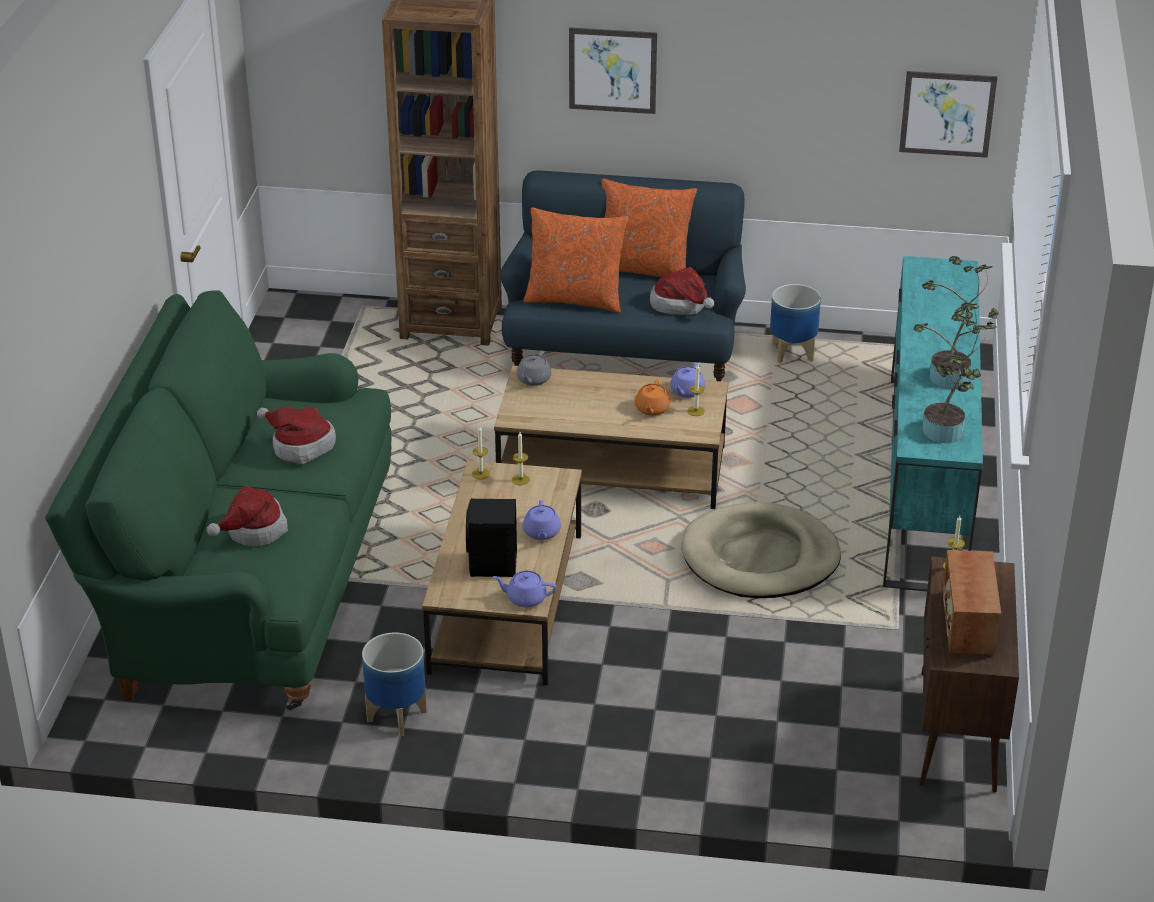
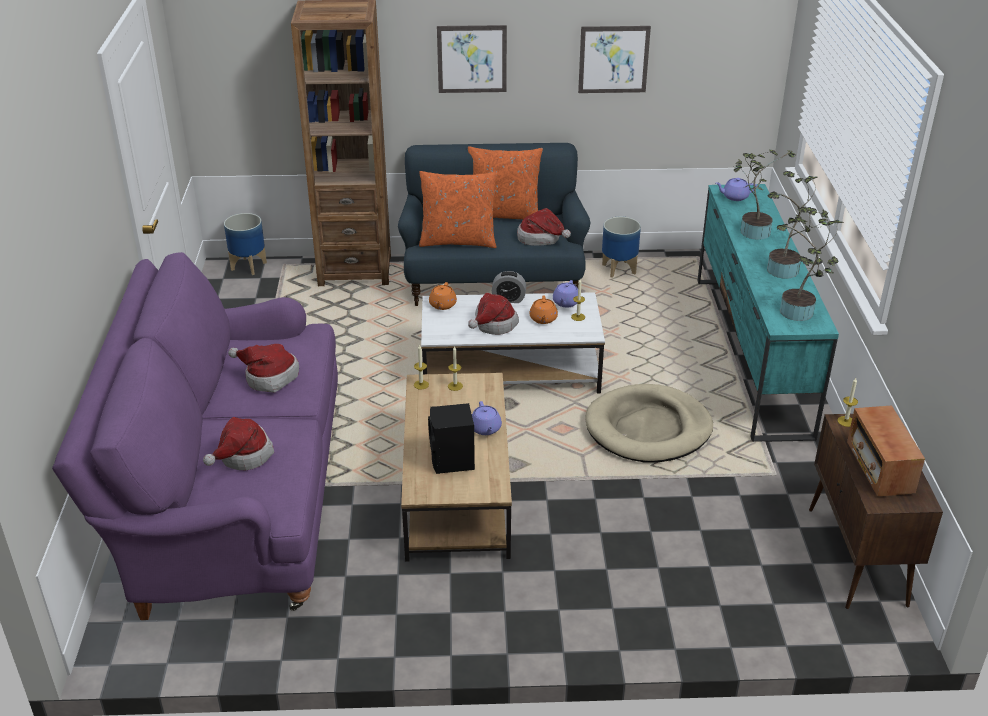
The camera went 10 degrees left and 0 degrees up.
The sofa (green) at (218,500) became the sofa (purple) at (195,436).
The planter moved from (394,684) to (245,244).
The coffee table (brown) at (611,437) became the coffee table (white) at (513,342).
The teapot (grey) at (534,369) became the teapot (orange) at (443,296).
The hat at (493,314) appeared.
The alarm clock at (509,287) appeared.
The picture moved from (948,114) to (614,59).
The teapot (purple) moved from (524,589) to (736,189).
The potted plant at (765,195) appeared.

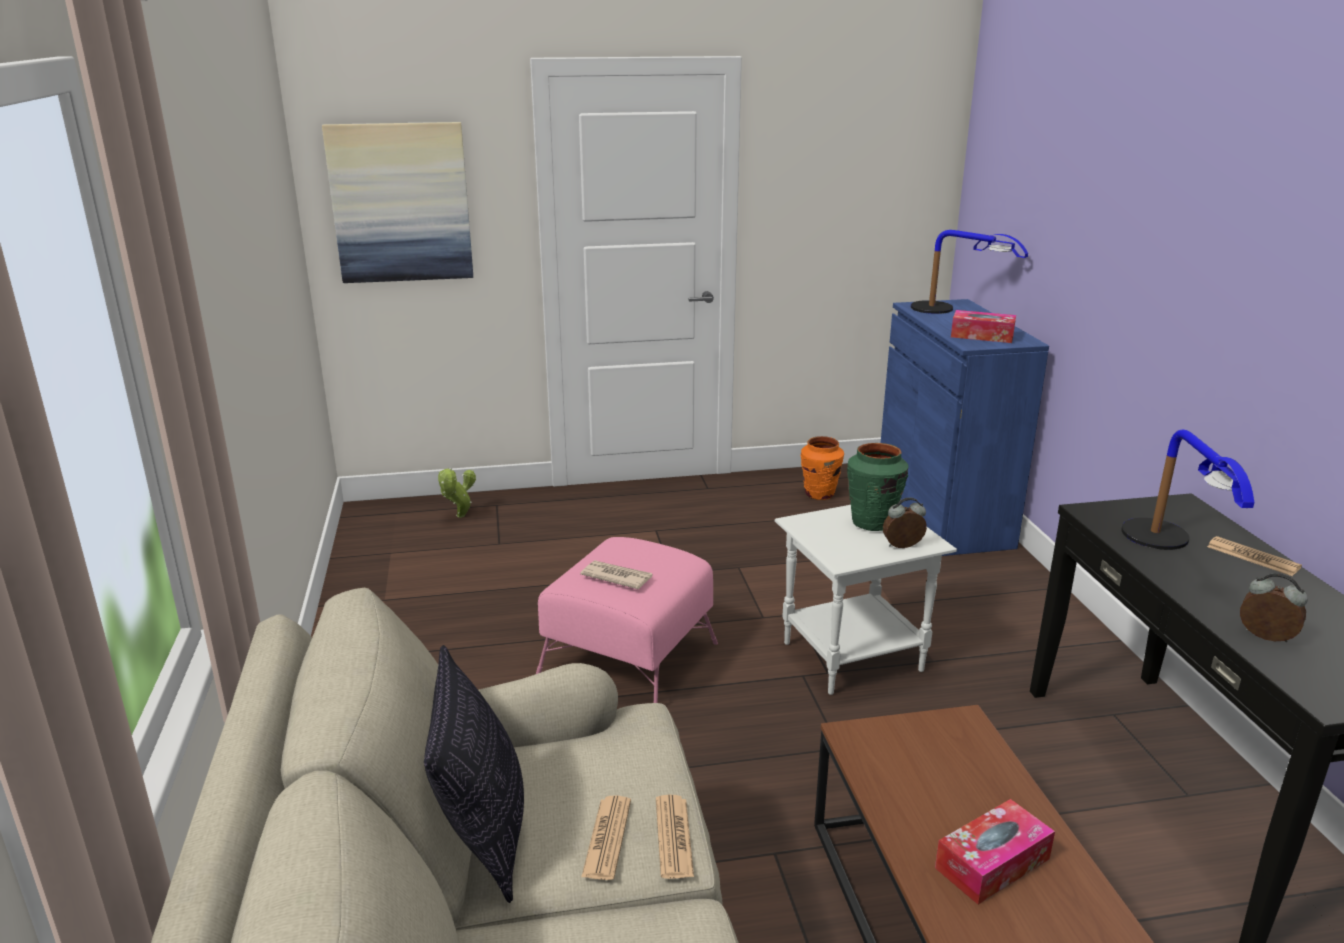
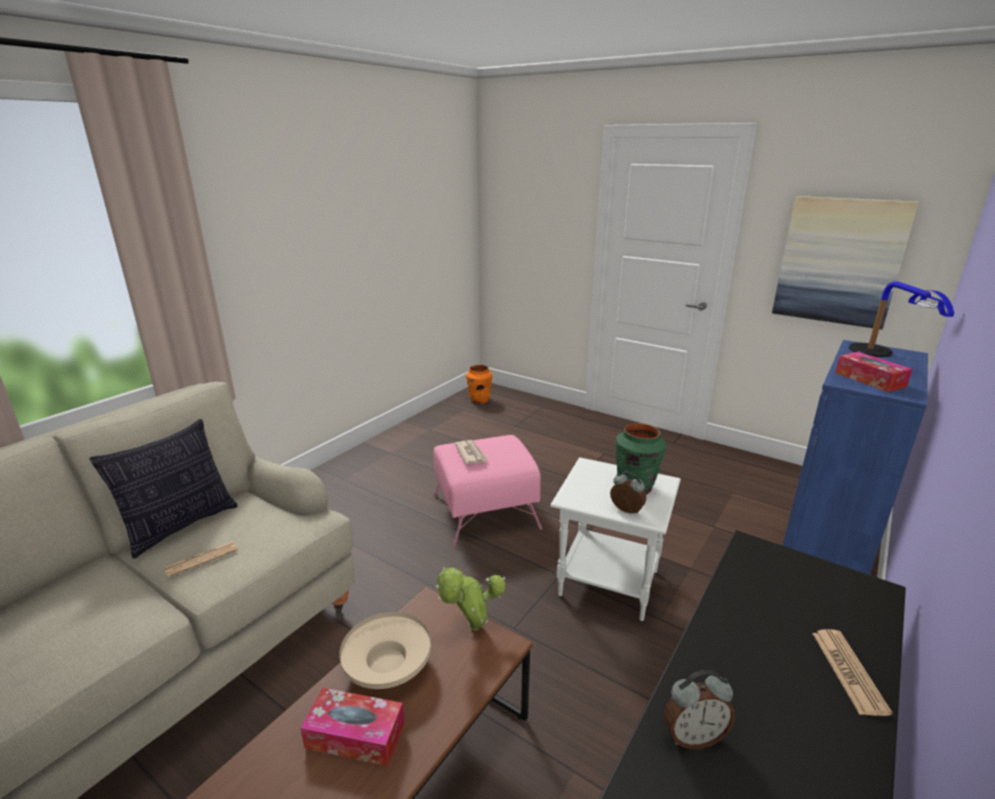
The camera went 45 degrees right and 0 degrees up.
The bowl (beige) at (385,650) appeared.
The potted plant moved from (457,493) to (470,598).
The vase (orange) moved from (822,468) to (479,384).
The alarm clock at (1274,607) turned 90 degrees clockwise.
The picture moved from (397,202) to (845,262).
The newspaper at (675,837) disappeared.
The table lamp at (1187,490) disappeared.

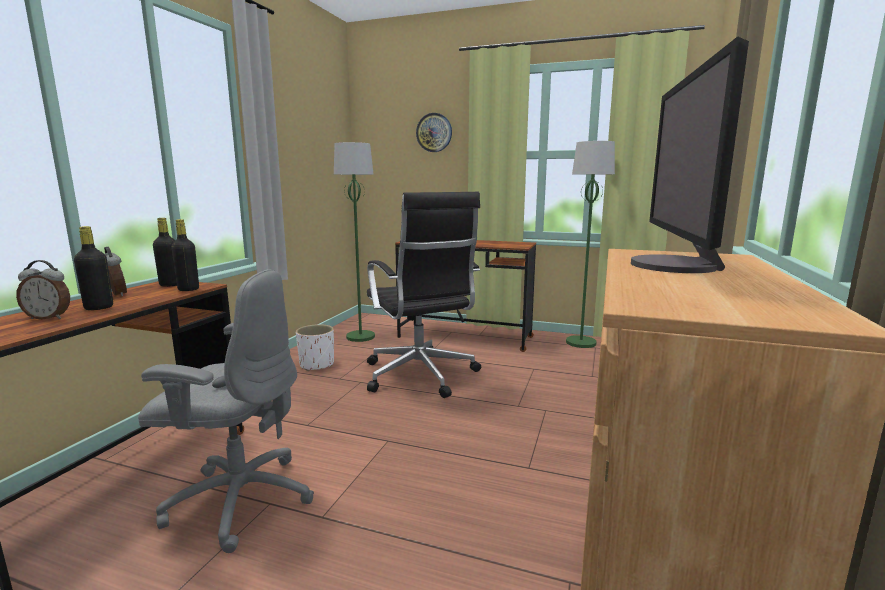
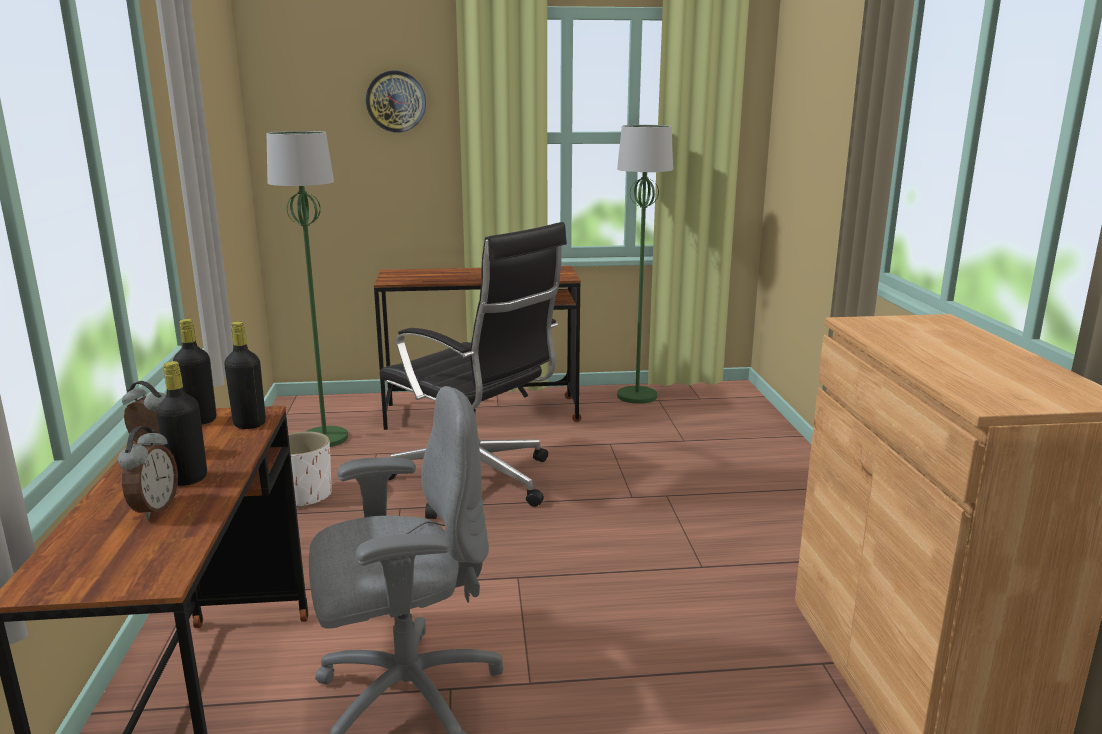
The camera went 25 degrees left and 5 degrees up.
The alarm clock at (43,290) turned 60 degrees counterclockwise.
The monitor at (690,154) disappeared.

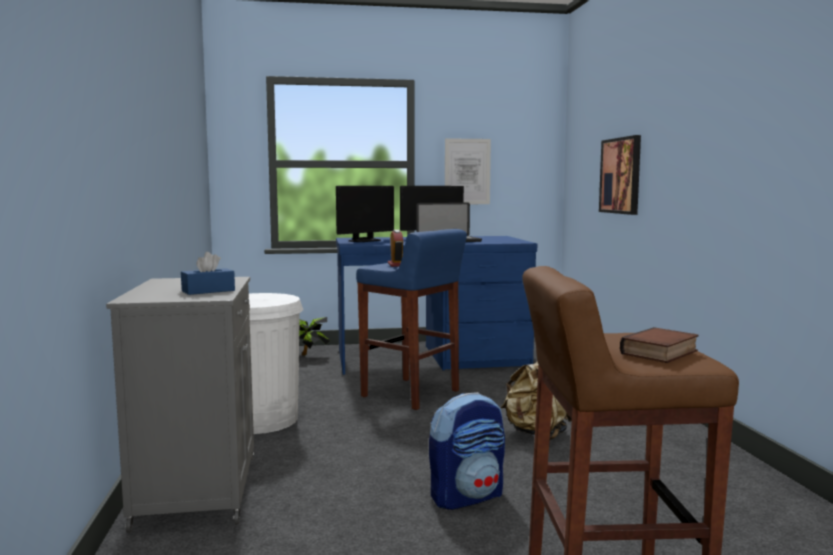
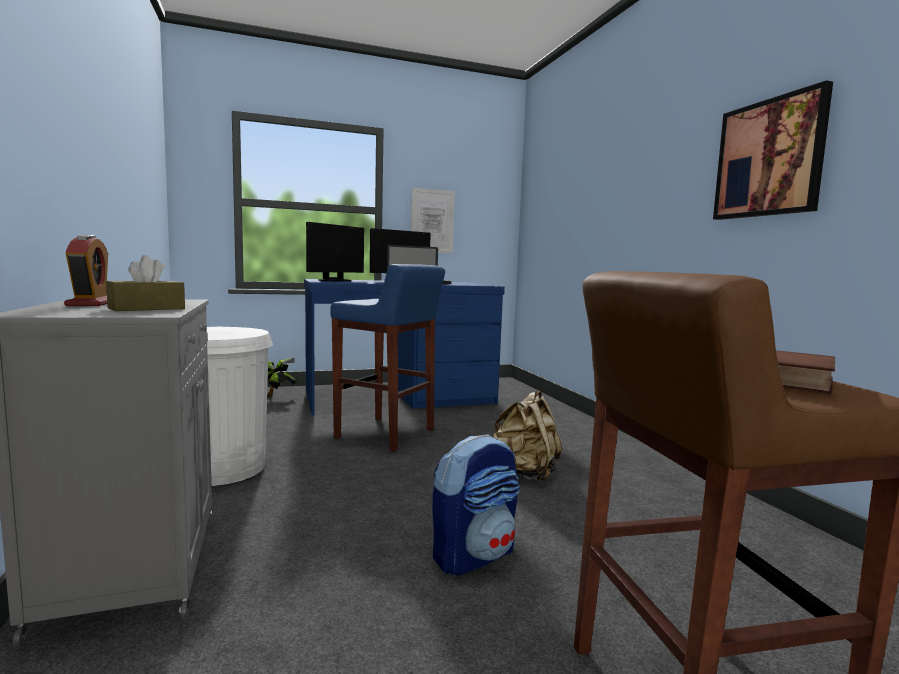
The camera went 10 degrees left and 0 degrees up.
The alarm clock moved from (395,248) to (86,270).
The tissue box (blue) at (208,273) became the tissue box (brown) at (145,283).
The picture moved from (620,175) to (773,150).

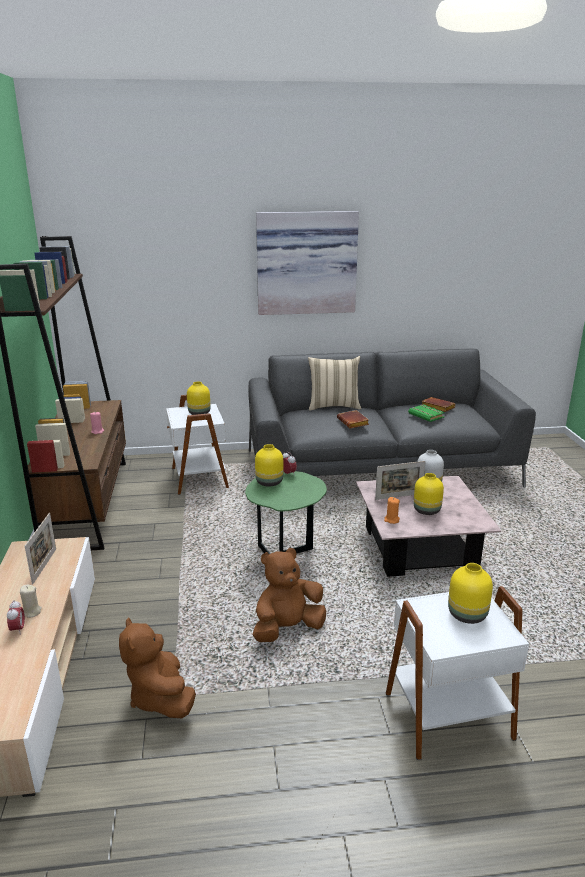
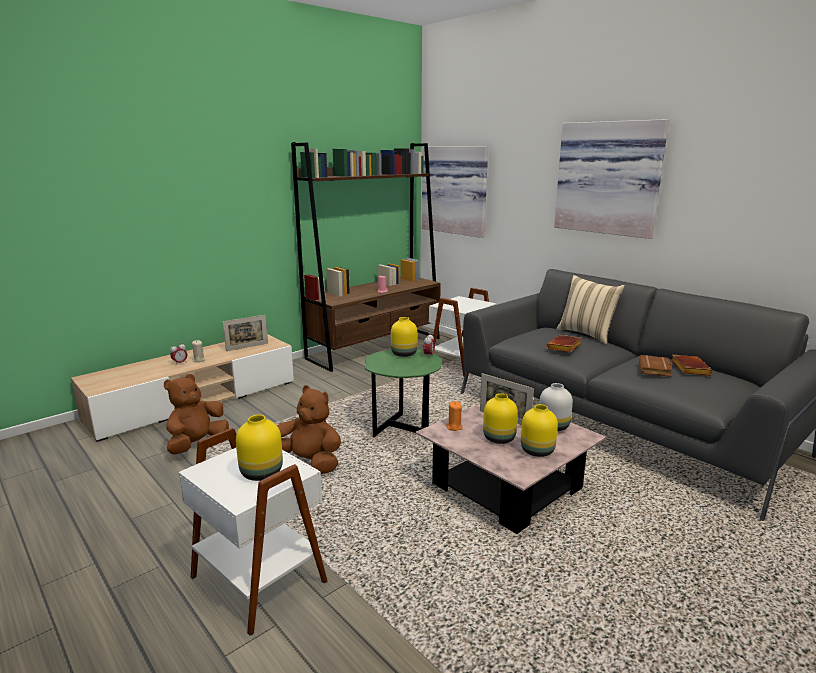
The camera went 55 degrees right and 5 degrees down.
The picture at (455,192) appeared.
The vase (yellow) moved from (198,398) to (539,430).
The book (green) at (426,413) became the book (brown) at (655,366).

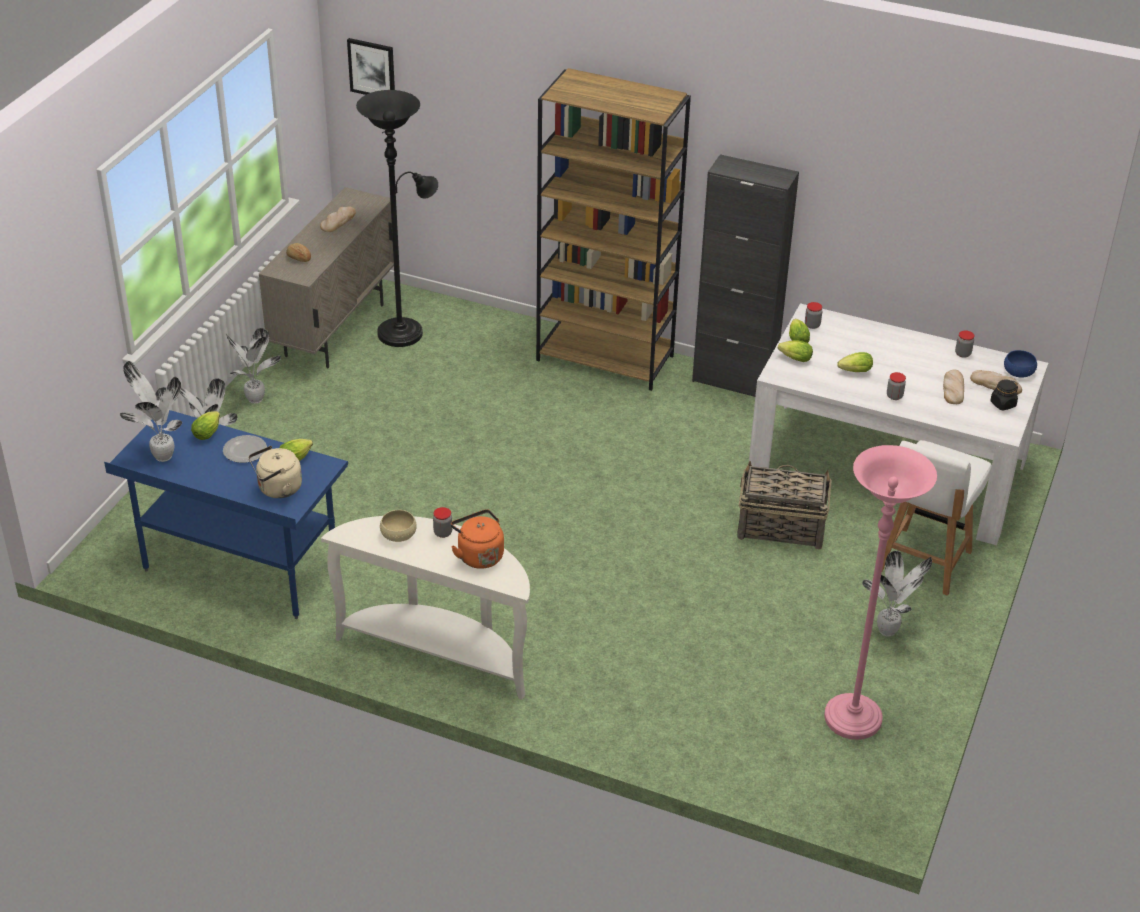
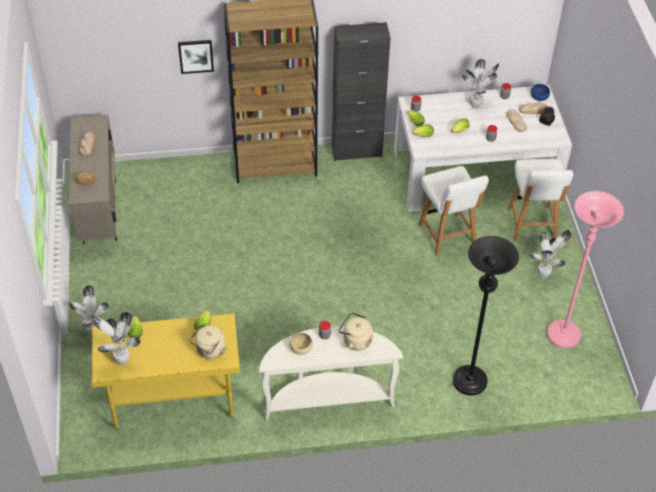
The camera went 30 degrees left and 10 degrees up.
The desk (blue) at (226,514) became the desk (yellow) at (166,371).
The picture moved from (371,66) to (196,57).
The kettle (orange) at (477,539) became the kettle (beige) at (356,331).
The basket at (784,505) was replaced by the chair (white) at (453,211).
The floor lamp (black) moved from (397,218) to (486,315).
The potted plant moved from (253,366) to (480,83).
The plate at (245,449) disappeared.

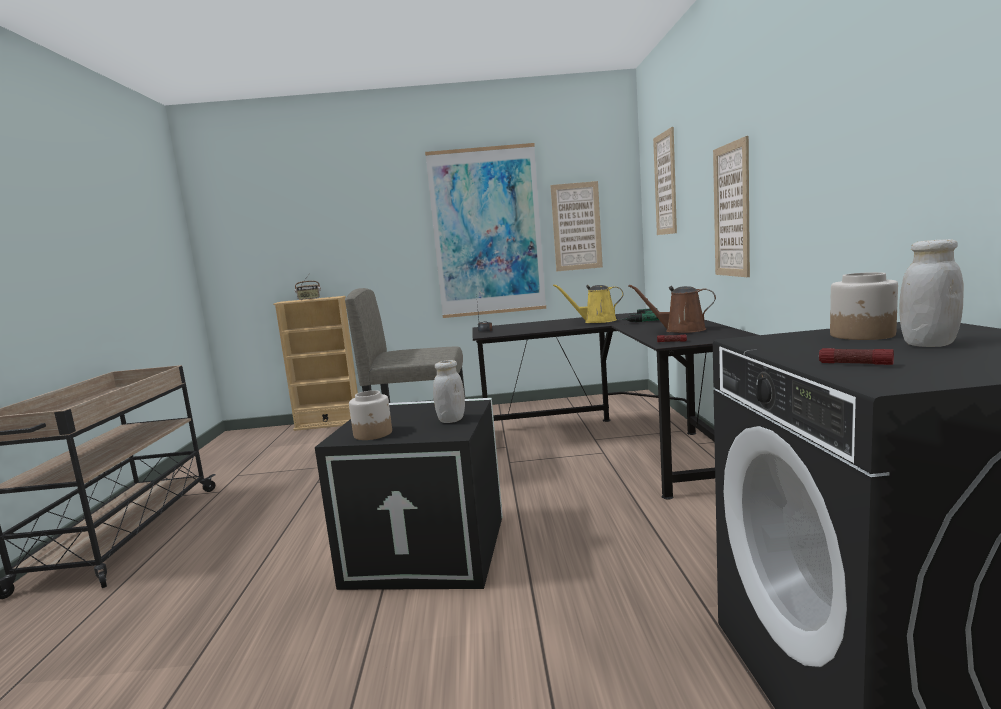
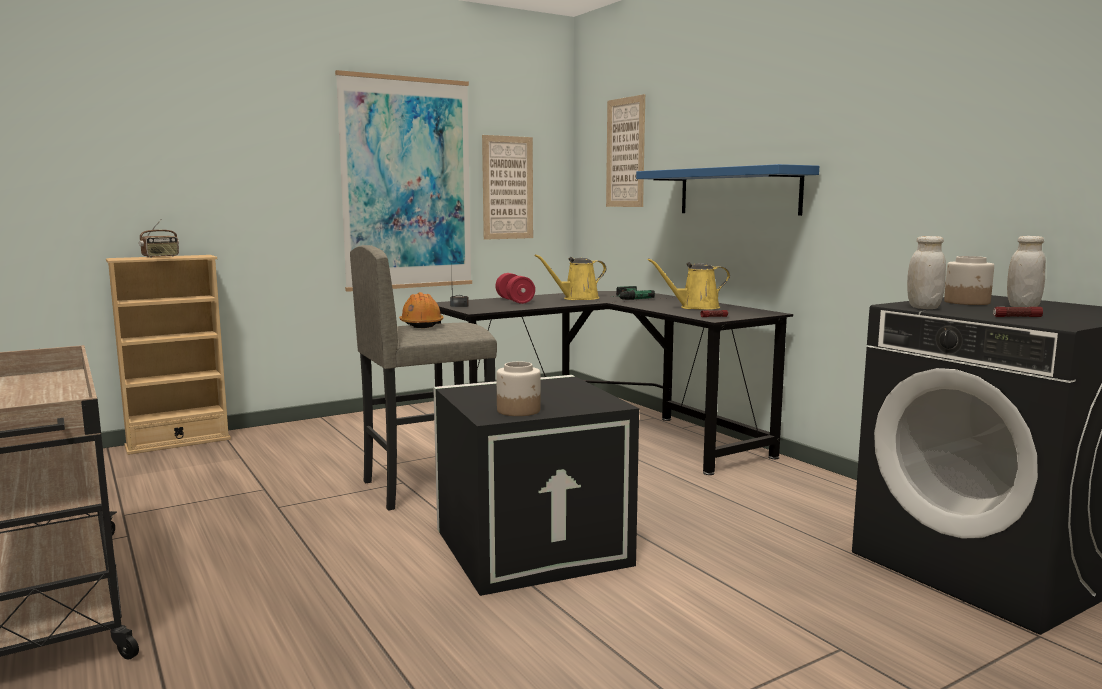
The camera went 30 degrees left and 0 degrees up.
The hard hat (orange) at (421,310) appeared.
The dumbbell (red) at (515,288) appeared.
The picture at (731,206) was replaced by the shelf (blue) at (727,190).
The watering can (brown) at (672,308) became the watering can (yellow) at (689,284).
The jar (white) moved from (449,391) to (926,272).

